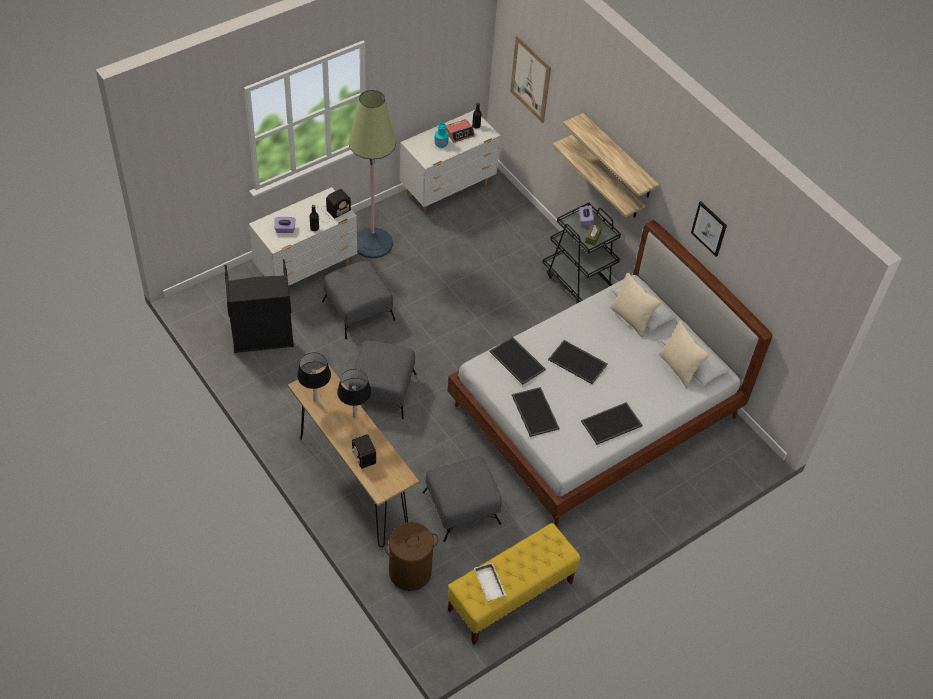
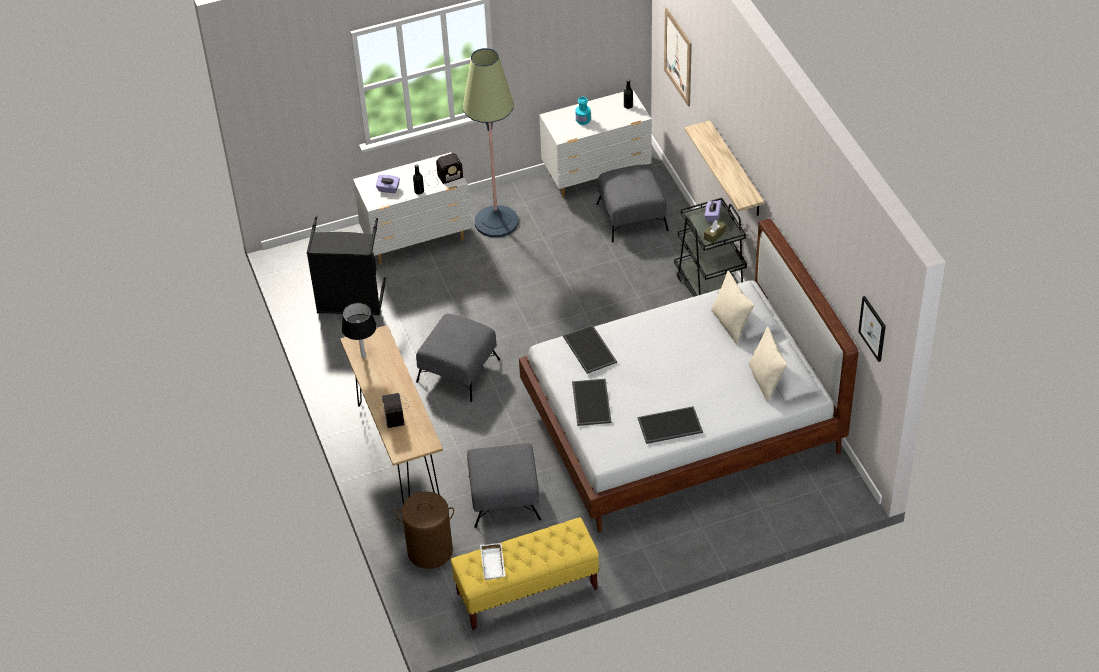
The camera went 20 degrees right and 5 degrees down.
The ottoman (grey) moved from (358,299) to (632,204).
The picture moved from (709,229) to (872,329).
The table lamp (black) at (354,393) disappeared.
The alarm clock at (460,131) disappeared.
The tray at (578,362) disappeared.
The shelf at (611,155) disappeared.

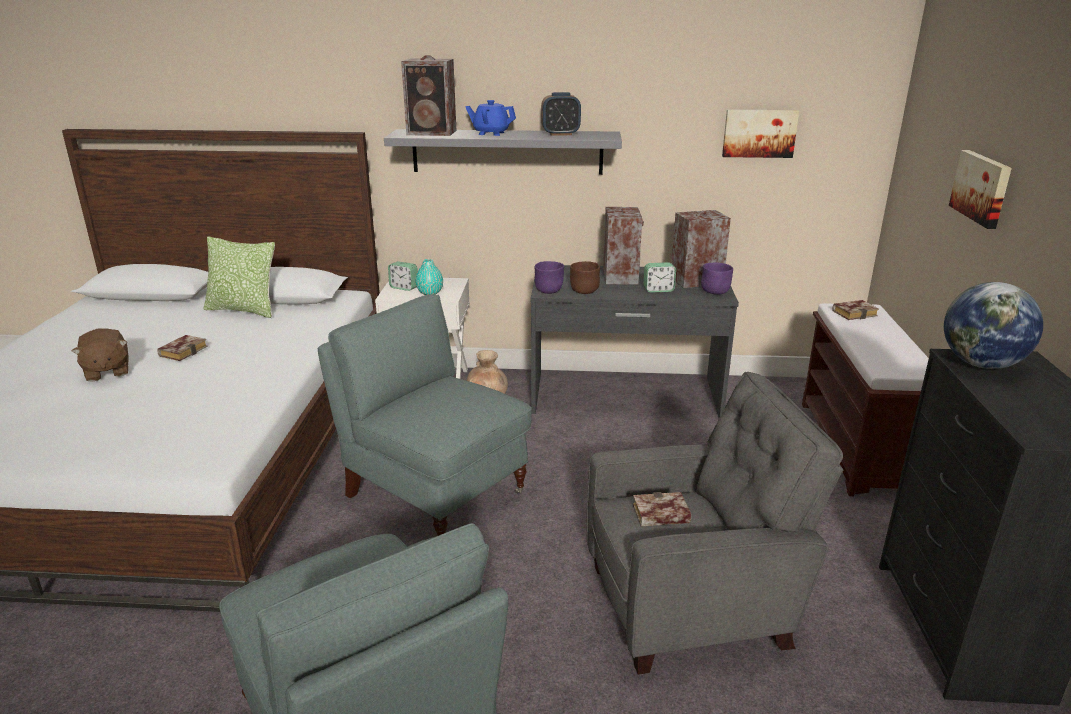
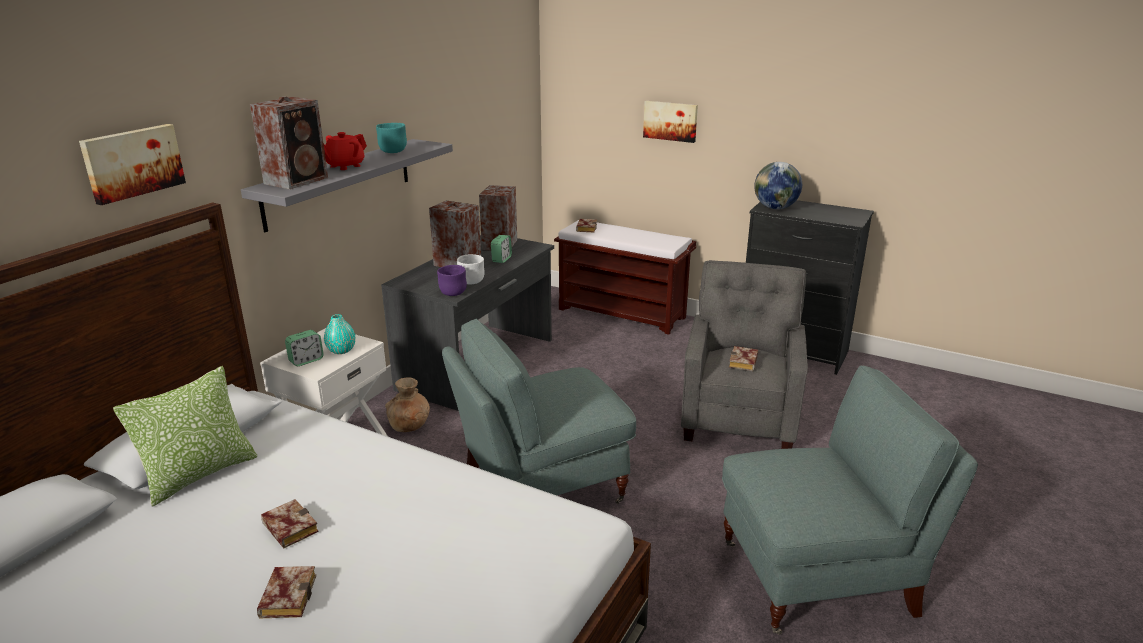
The camera went 65 degrees left and 0 degrees up.
The picture moved from (760,134) to (132,164).
The plush toy (brown) at (100,355) was replaced by the book at (286,592).
The teapot (blue) at (490,118) became the teapot (red) at (345,151).
The alarm clock at (561,114) was replaced by the bowl (turquoise) at (391,138).
The bowl (brown) at (585,277) became the bowl (white) at (471,269).
The bowl (purple) at (717,278) disappeared.

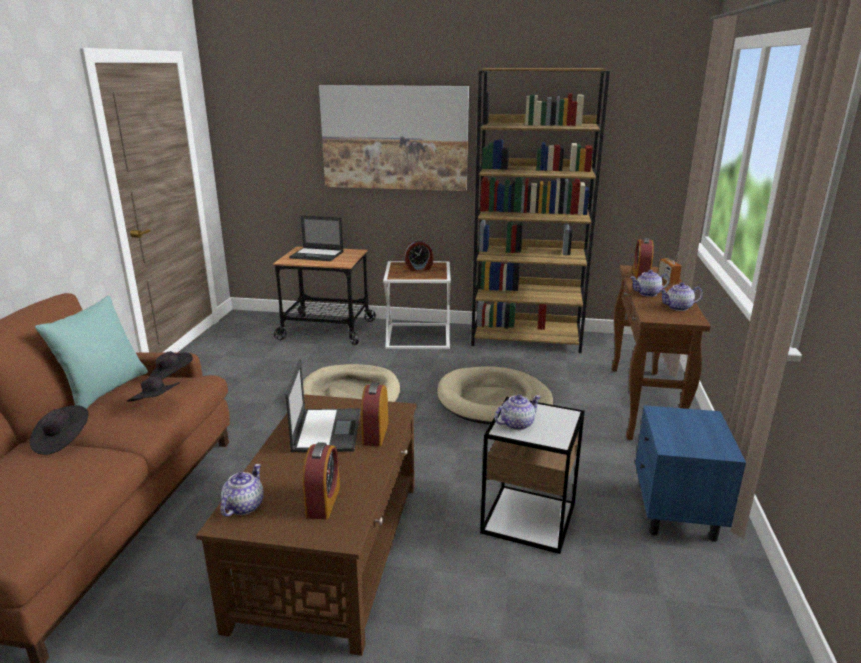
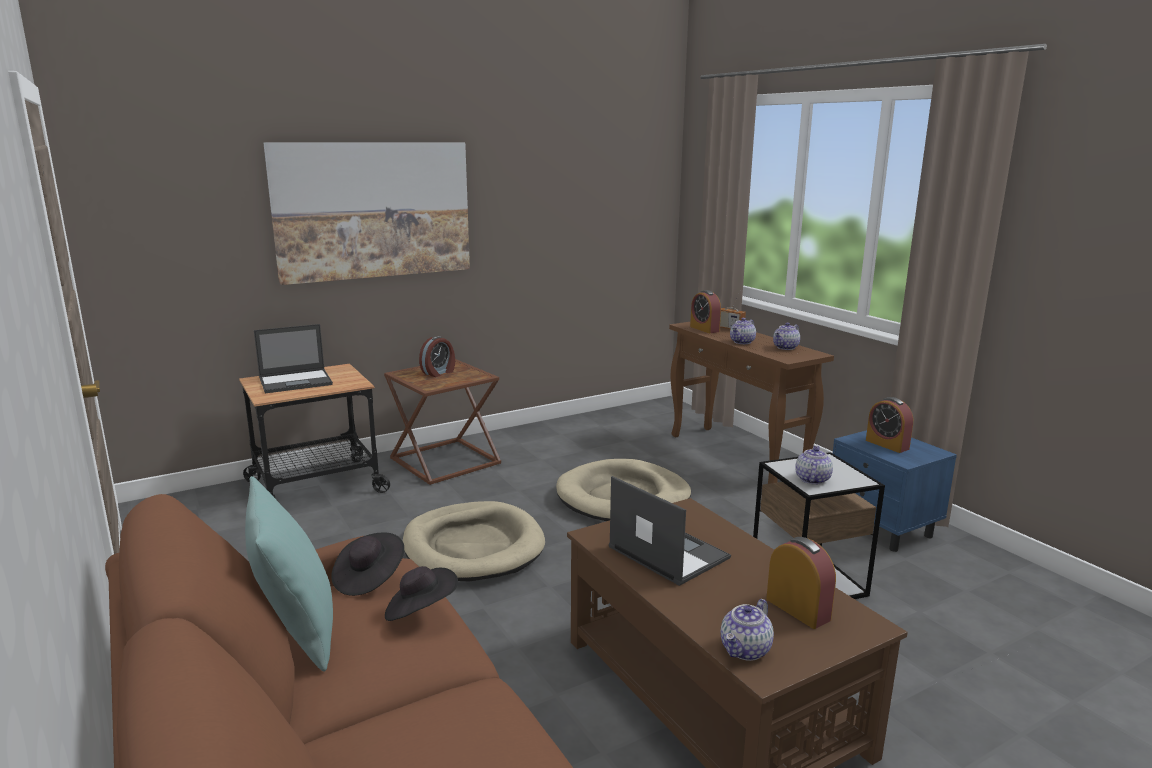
The camera went 40 degrees left and 5 degrees down.
The side table (white) at (417,305) became the side table (brown) at (442,422).
The teapot at (242,490) turned 120 degrees counterclockwise.
The alarm clock moved from (374,414) to (889,425).
The hat (black) at (59,430) disappeared.
The bookcase (brown) at (540,210) disappeared.

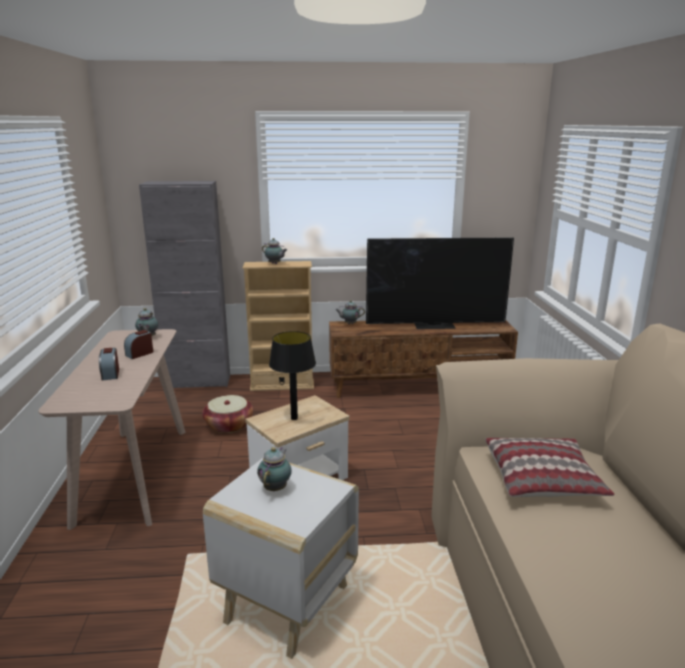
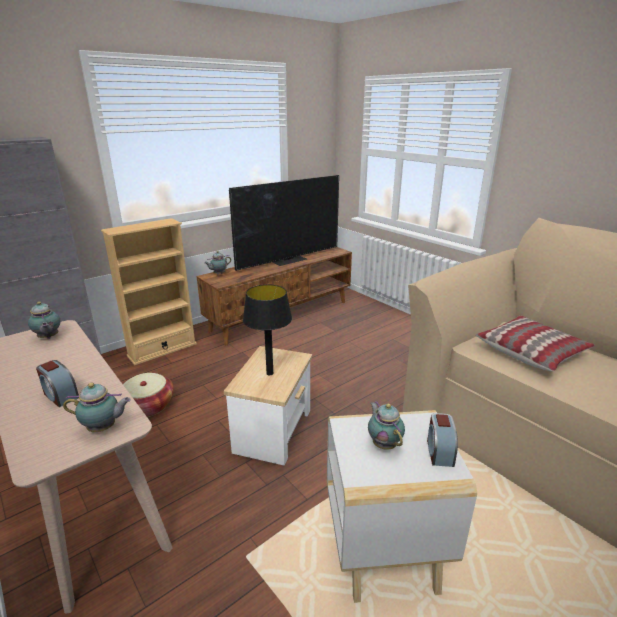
The camera went 35 degrees left and 5 degrees up.
The teapot moved from (274,251) to (97,407).
The alarm clock moved from (138,344) to (442,440).

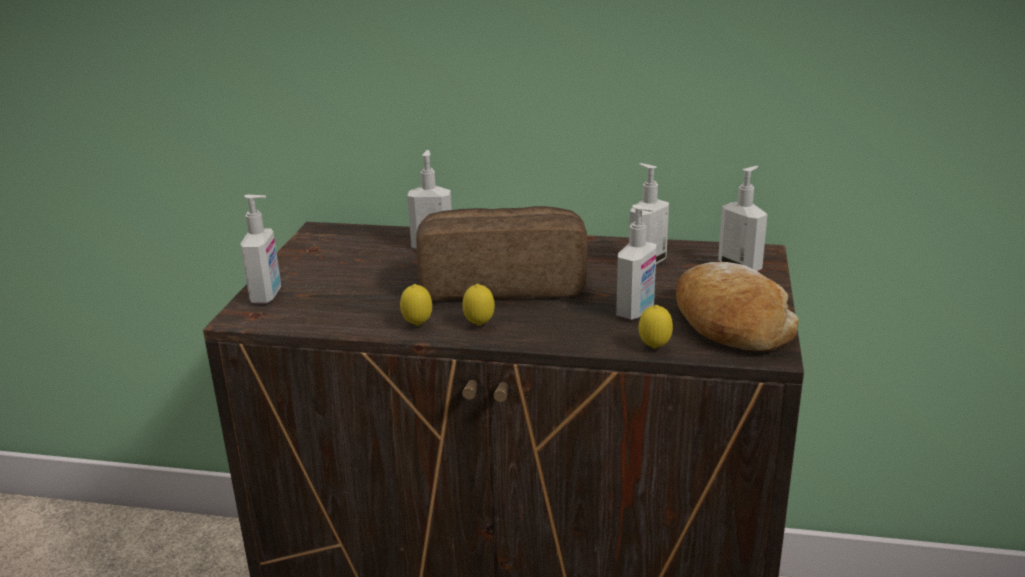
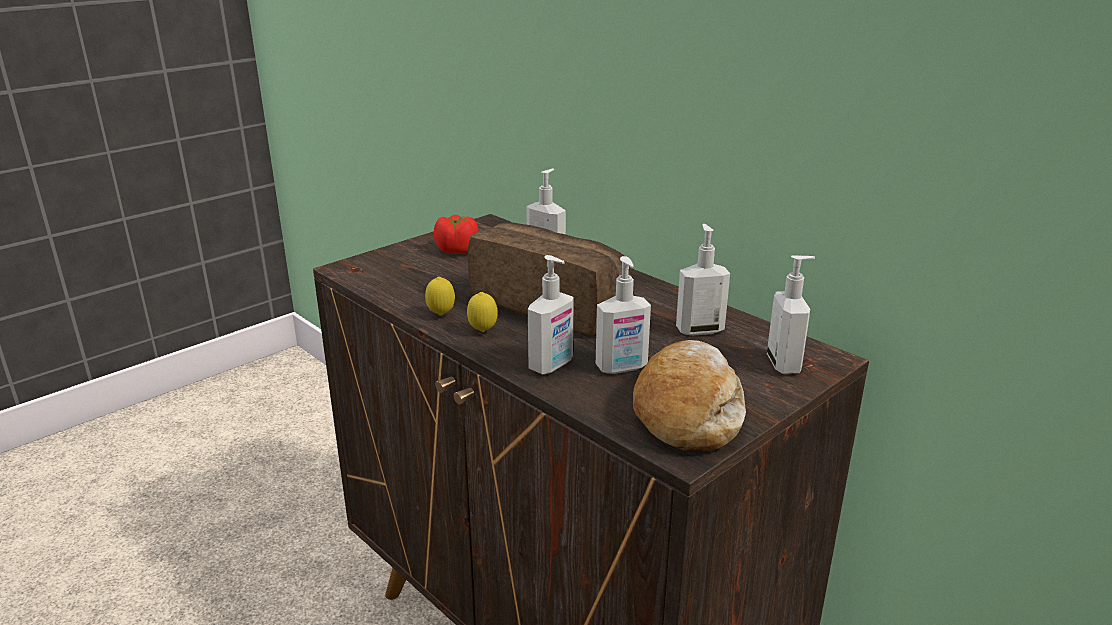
The camera went 35 degrees right and 0 degrees up.
The tomato at (456,234) appeared.
The soap dispenser moved from (261,249) to (551,314).
The lemon at (656,327) disappeared.

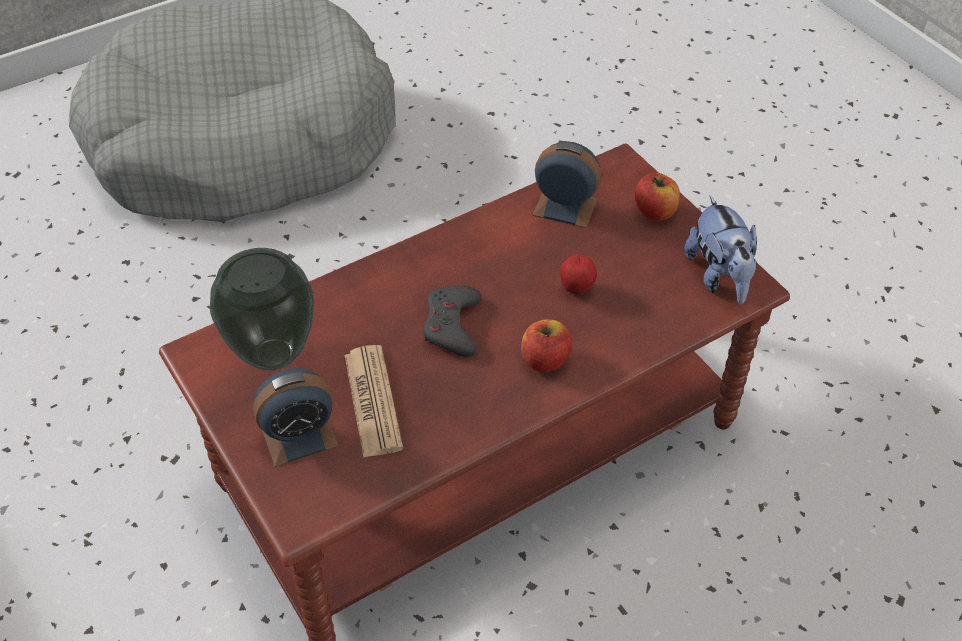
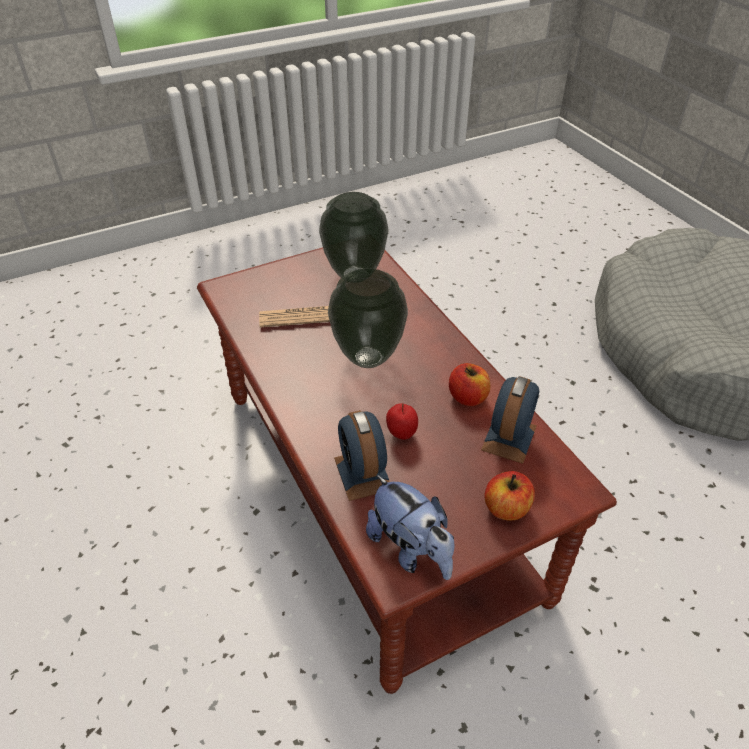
The camera went 95 degrees right and 5 degrees down.
The game controller (grey) at (452,321) was replaced by the vase at (368,318).
The alarm clock moved from (296,417) to (361,455).
The plush toy at (720,250) turned 120 degrees counterclockwise.
The apple moved from (546,345) to (469,384).

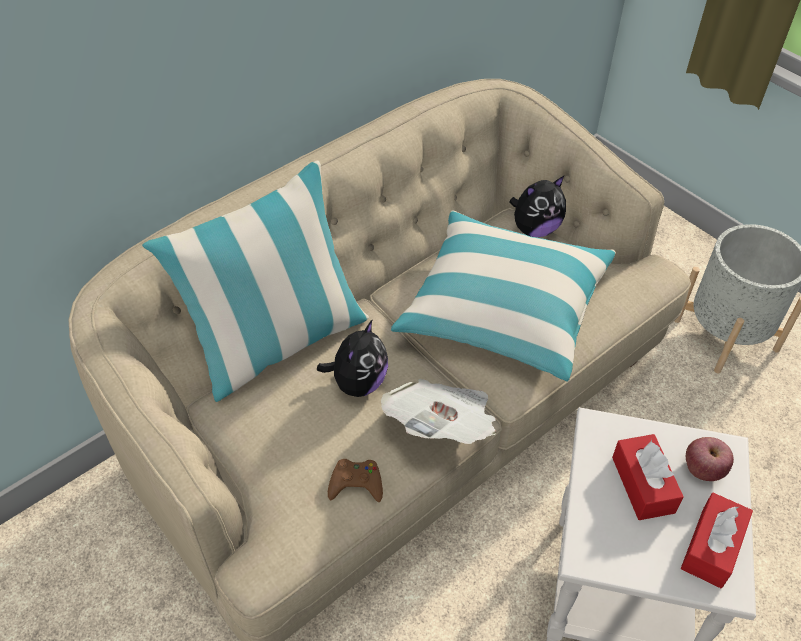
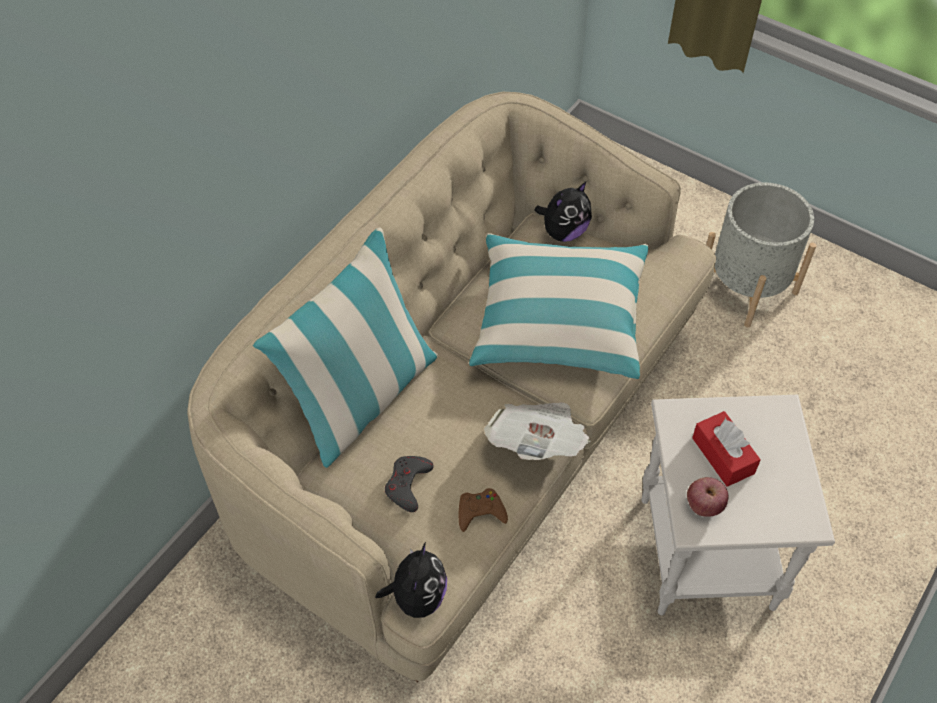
The camera went 15 degrees left and 5 degrees up.
The plush toy moved from (352,358) to (411,580).
The game controller (grey) at (409,484) appeared.
The apple moved from (710,459) to (707,497).
The tissue box (red) at (717,540) disappeared.

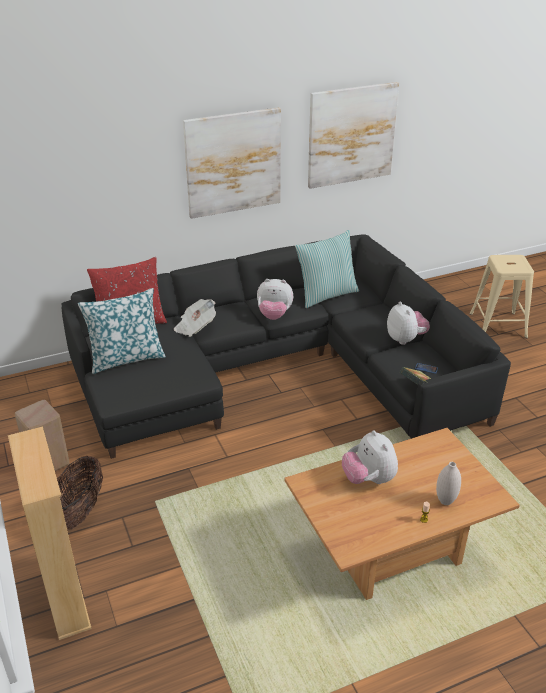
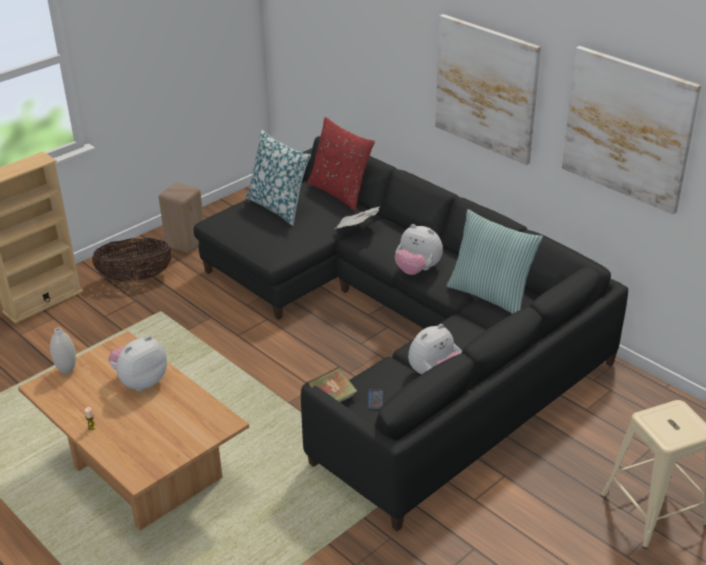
The camera went 70 degrees right and 0 degrees up.
The vase (white) moved from (448,483) to (63,351).
The plush toy at (275,299) turned 45 degrees counterclockwise.

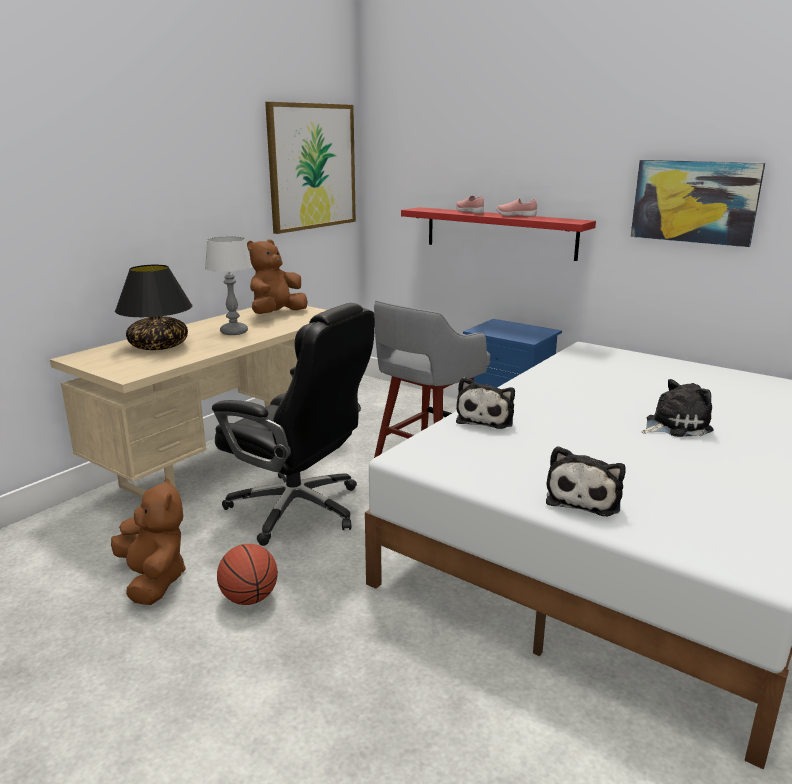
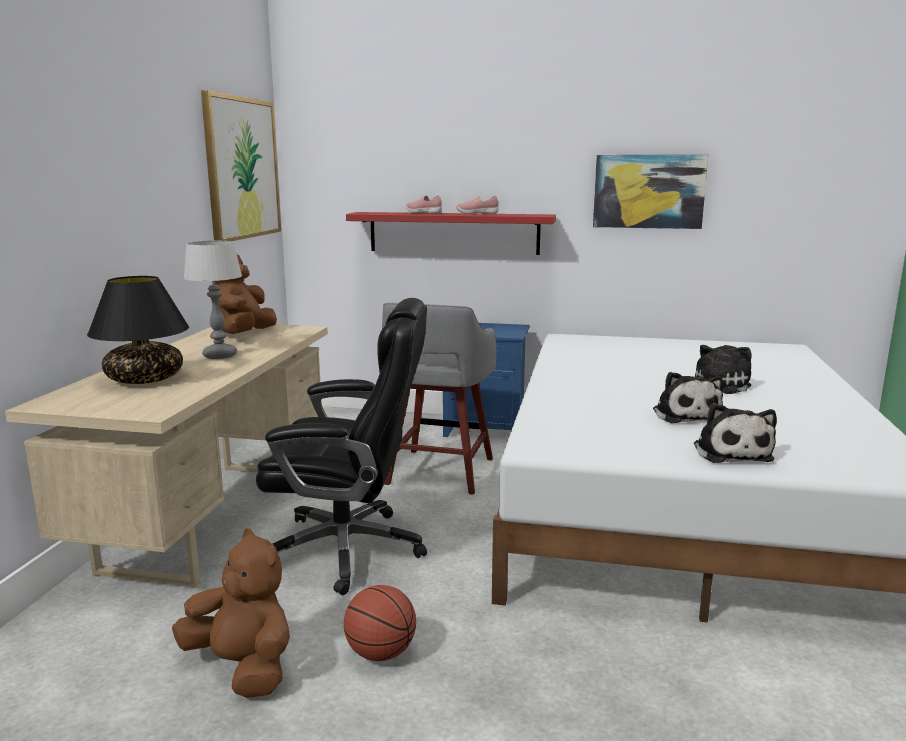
The camera went 25 degrees left and 5 degrees down.
The plush toy moved from (485,403) to (688,397).

